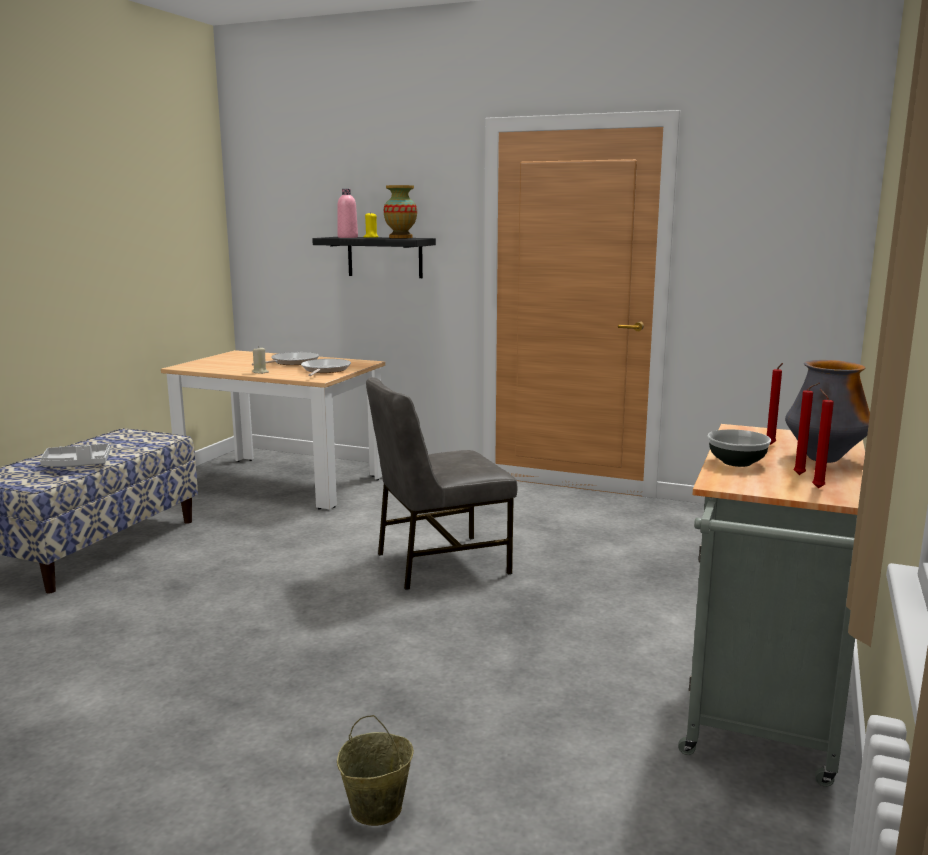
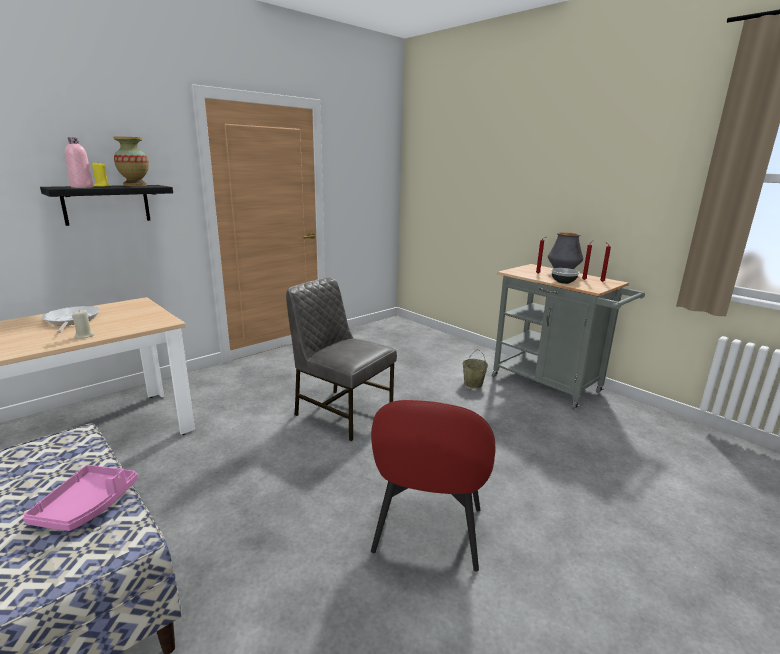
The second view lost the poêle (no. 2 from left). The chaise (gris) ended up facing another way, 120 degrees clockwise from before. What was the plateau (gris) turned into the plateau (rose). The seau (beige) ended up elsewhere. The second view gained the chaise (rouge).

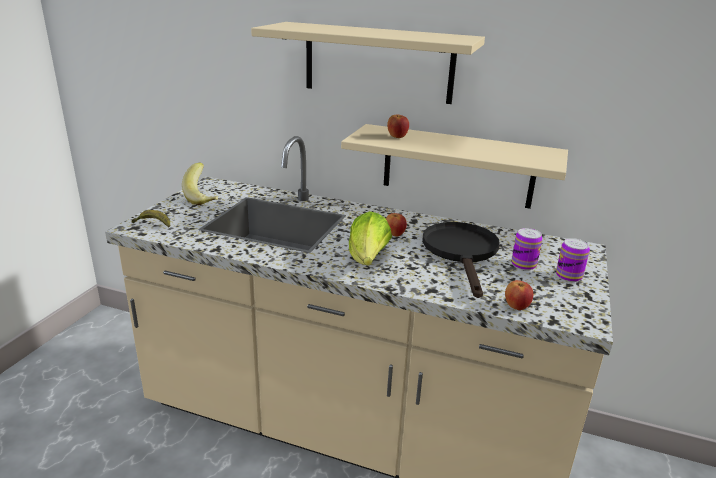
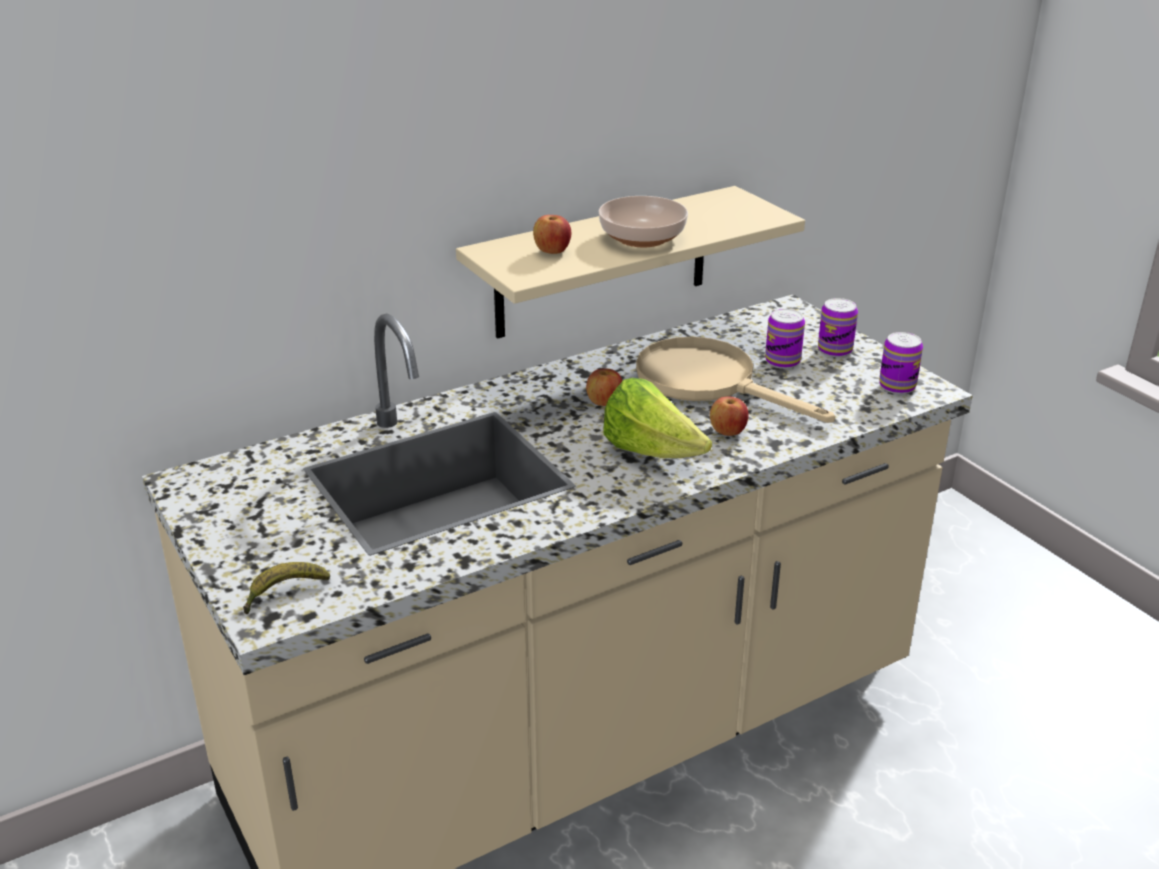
The second view lost the étagère (beige) (no. 1 from left). The second view lost the banane (no. 2 from left). What was the poêle (noir) turned into the poêle (beige). The pomme (no. 3 from left) ended up elsewhere. The second view gained the bol. The second view gained the boîte métallique (no. 3 from left).

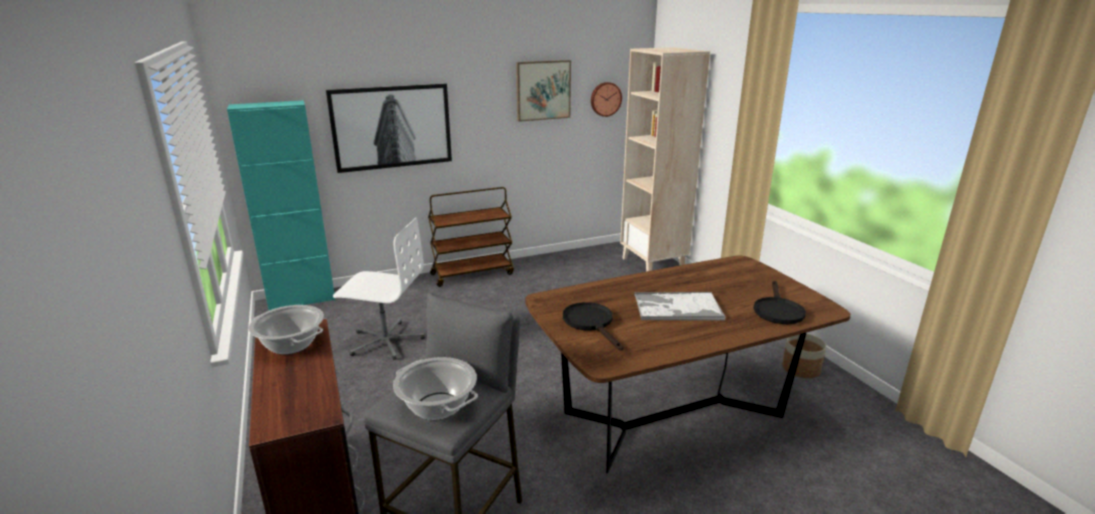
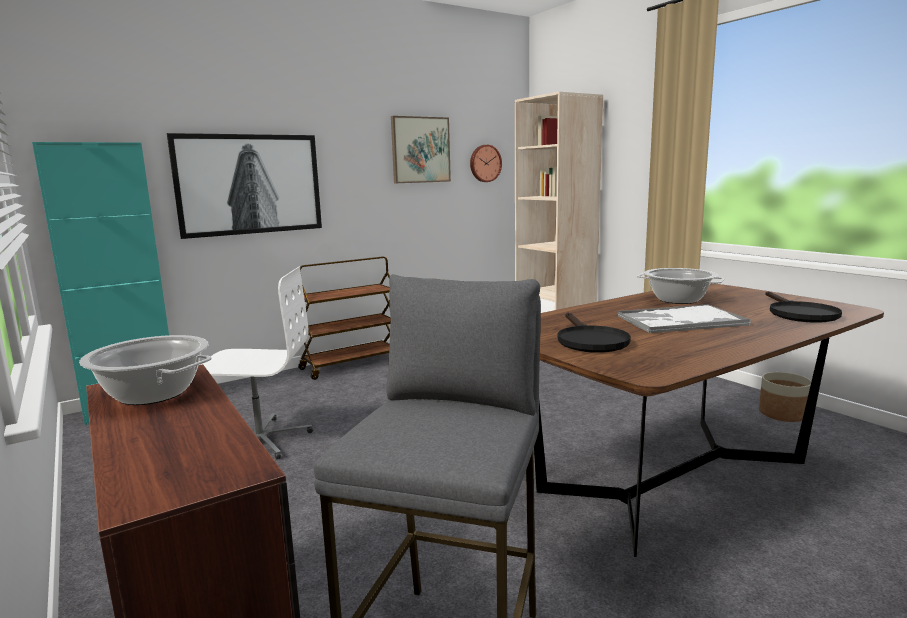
The poêle (noir) (no. 1 from left) ended up facing another way, 150 degrees counterclockwise from before. The marmite (no. 2 from left) ended up elsewhere.

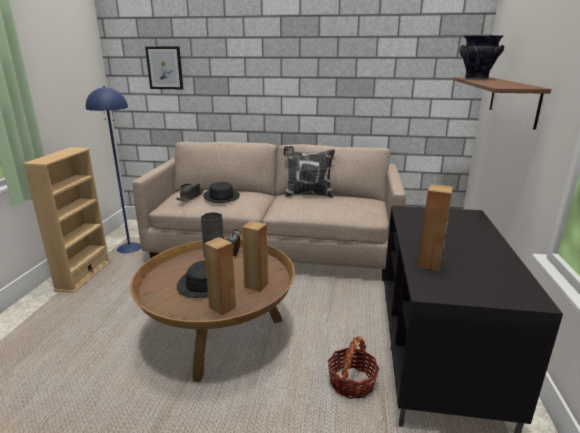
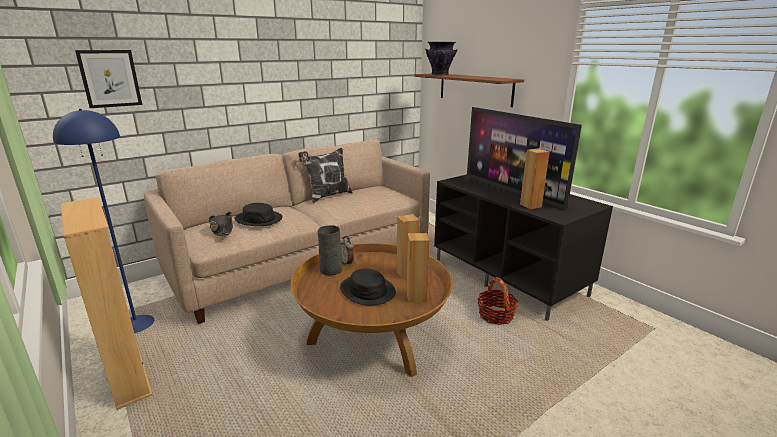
The second view gained the téléviseur.

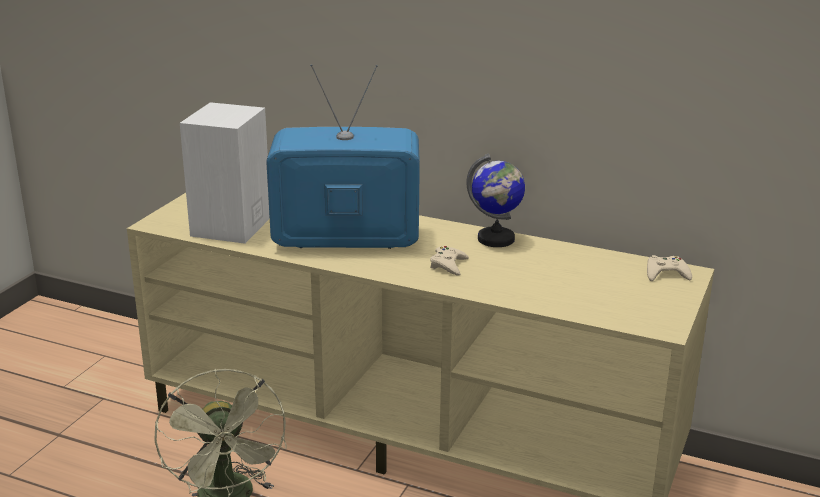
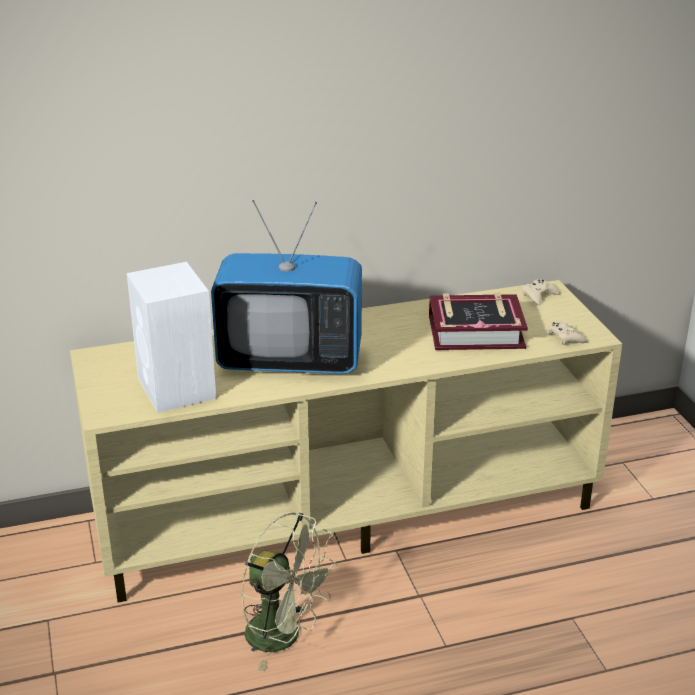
The téléviseur ended up facing another way, 135 degrees counterclockwise from before. The second view lost the globe. The manette (beige) (no. 1 from left in the first image) ended up elsewhere. The second view gained the livre.

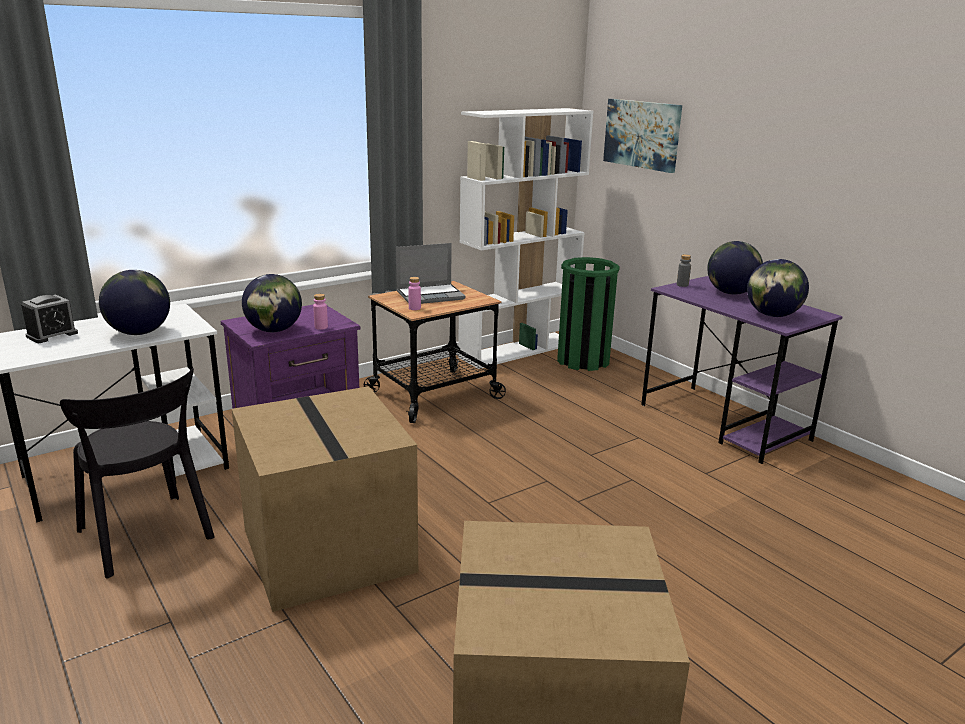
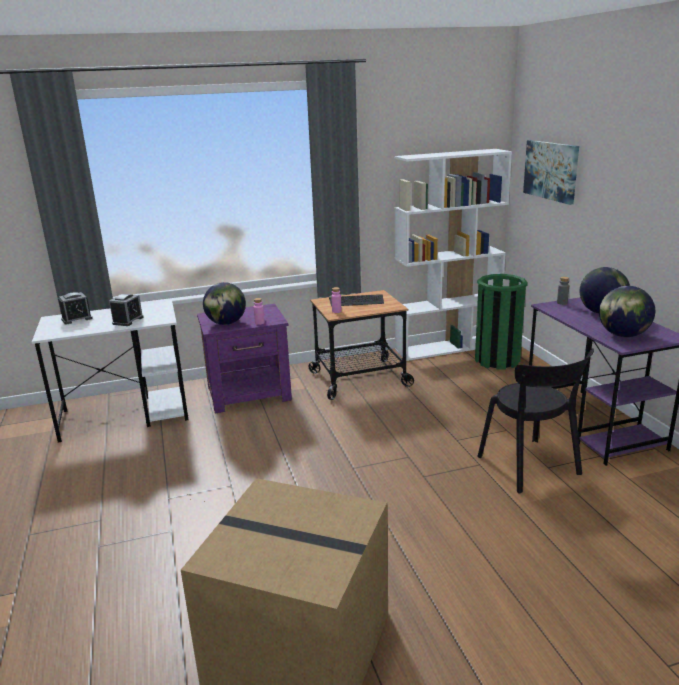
Where the ordinateur portable stood, the clavier came to stand. Where the globe (no. 1 from left) stood, the réveil (no. 2 from left) came to stand. The chaise (noir) ended up elsewhere. The second view lost the carton (no. 1 from left).

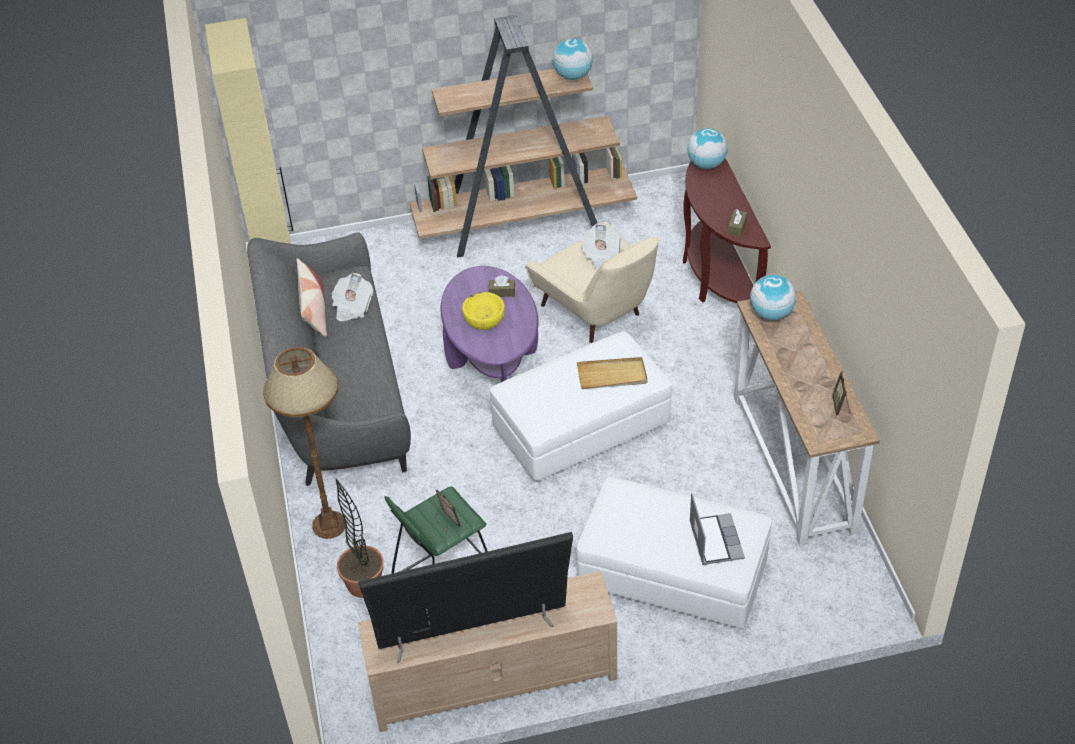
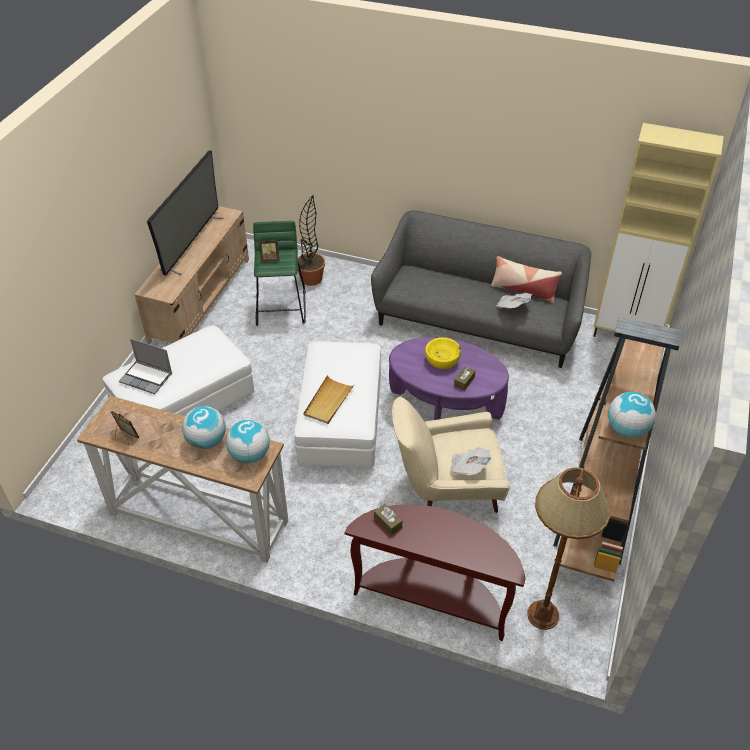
The globe (no. 2 from left in the first image) ended up elsewhere. The lampadaire (marron) ended up elsewhere.

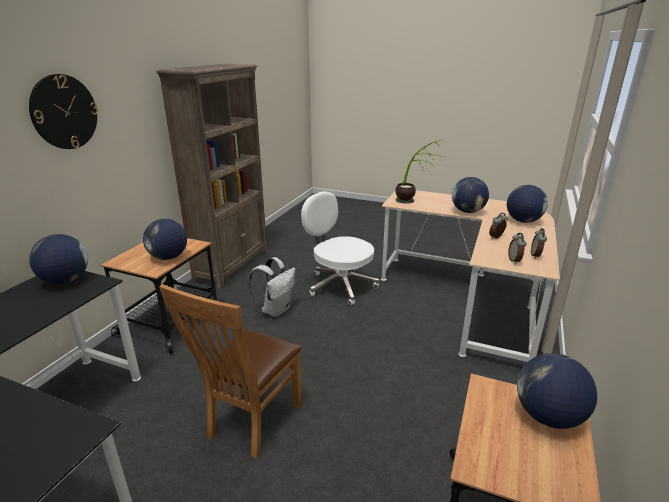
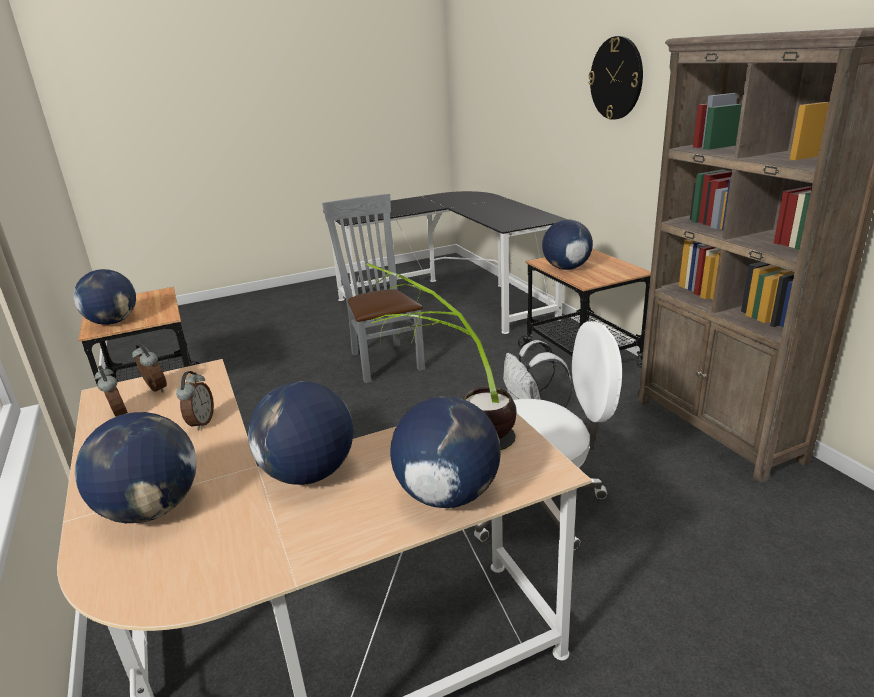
The globe (no. 1 from left in the first image) ended up elsewhere. What was the chaise (marron) turned into the chaise (gris).

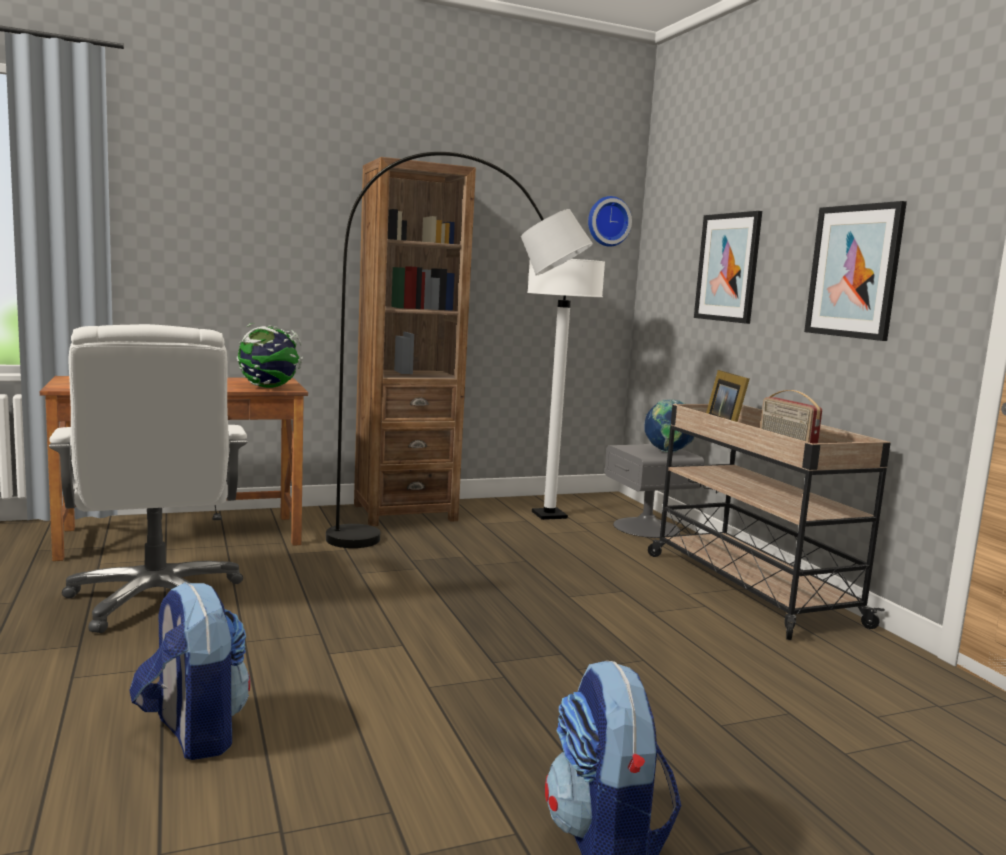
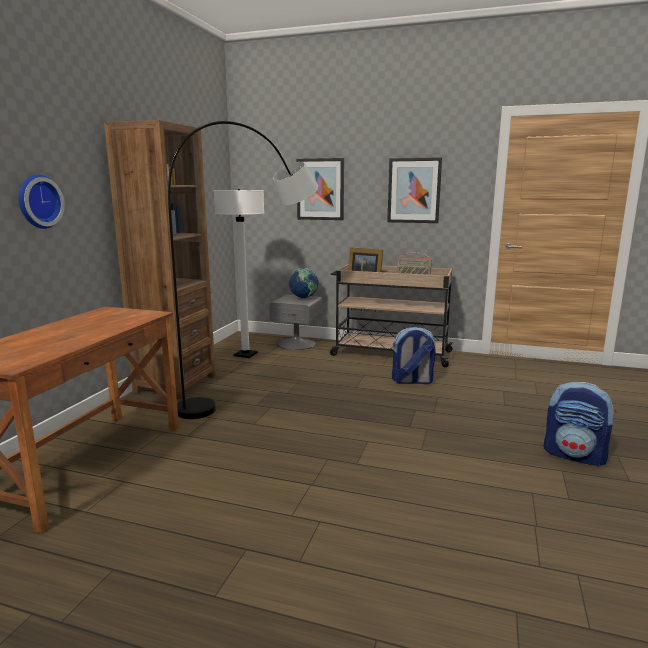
The horloge murale ended up elsewhere. The second view lost the globe (no. 1 from left). The second view lost the chaise de bureau (blanc). The sac à dos (no. 1 from left) ended up elsewhere.

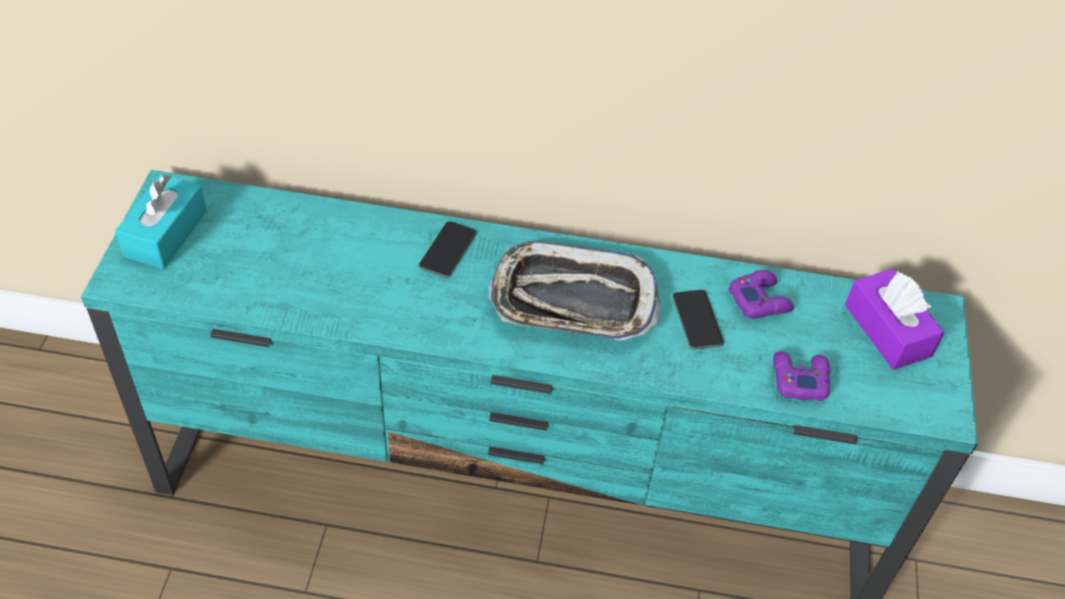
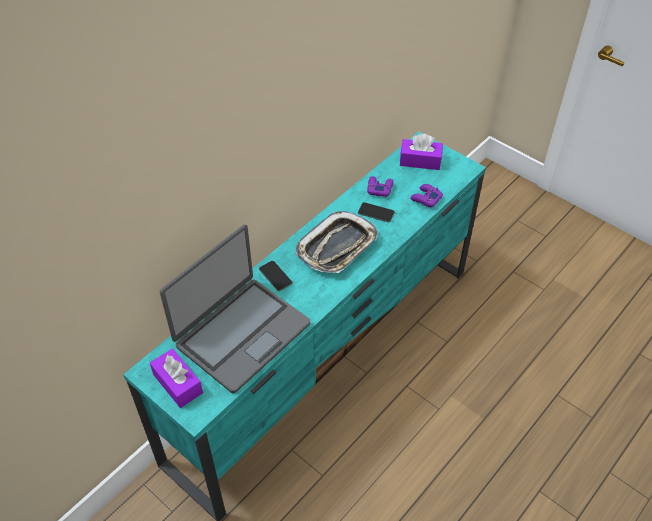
What was the boîte à mouchoirs (turquoise) turned into the boîte à mouchoirs (violet) (no. 1 from left). The second view gained the ordinateur portable.

